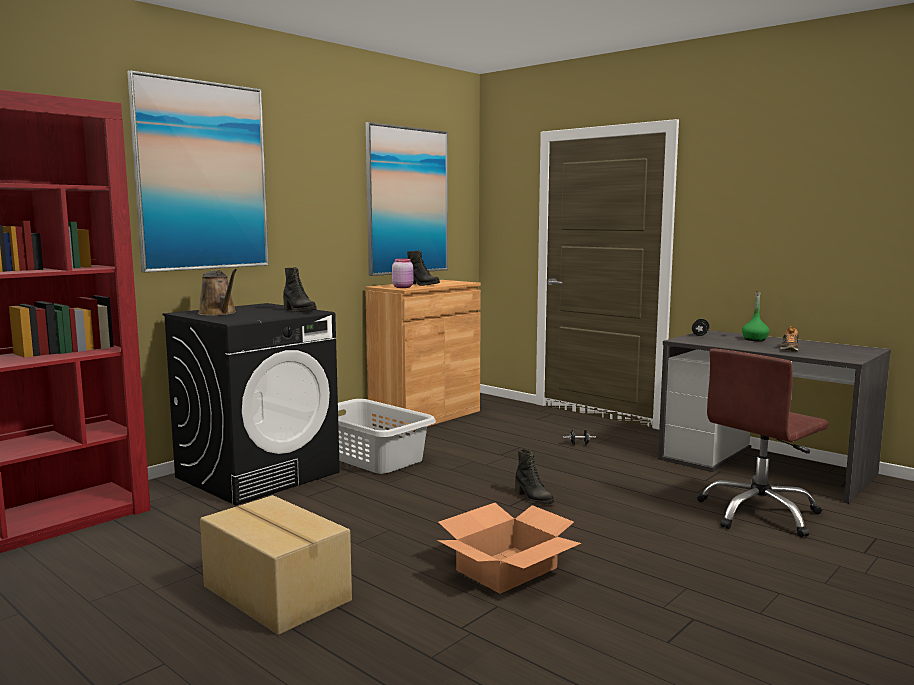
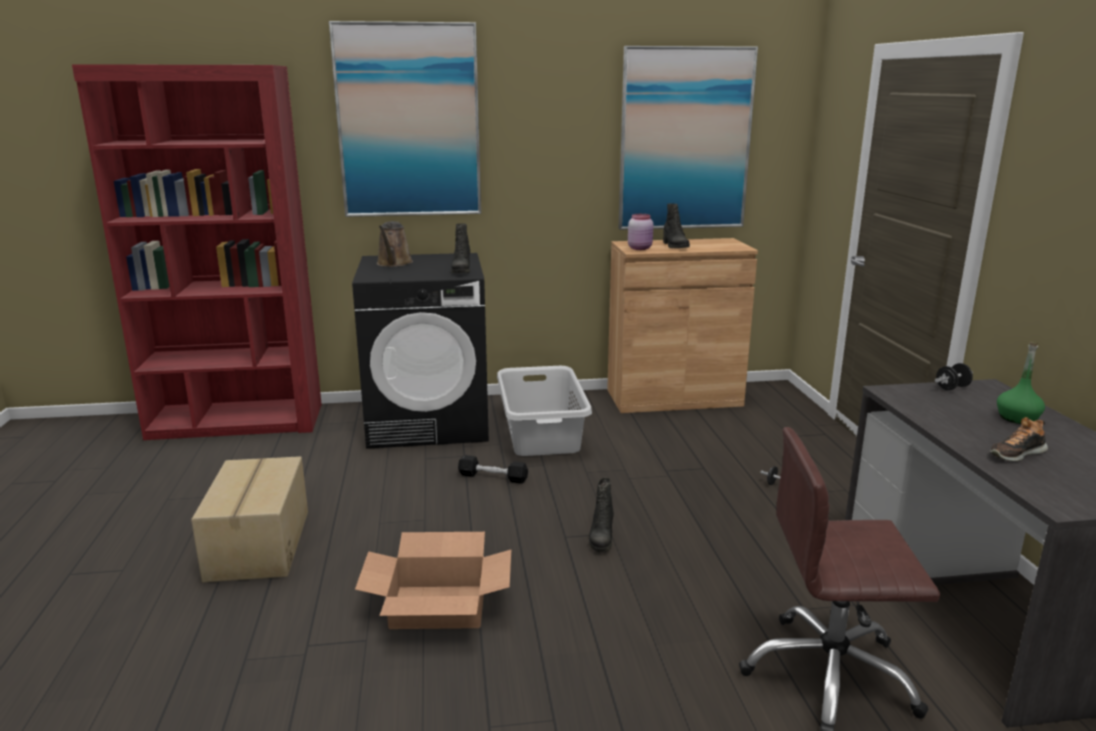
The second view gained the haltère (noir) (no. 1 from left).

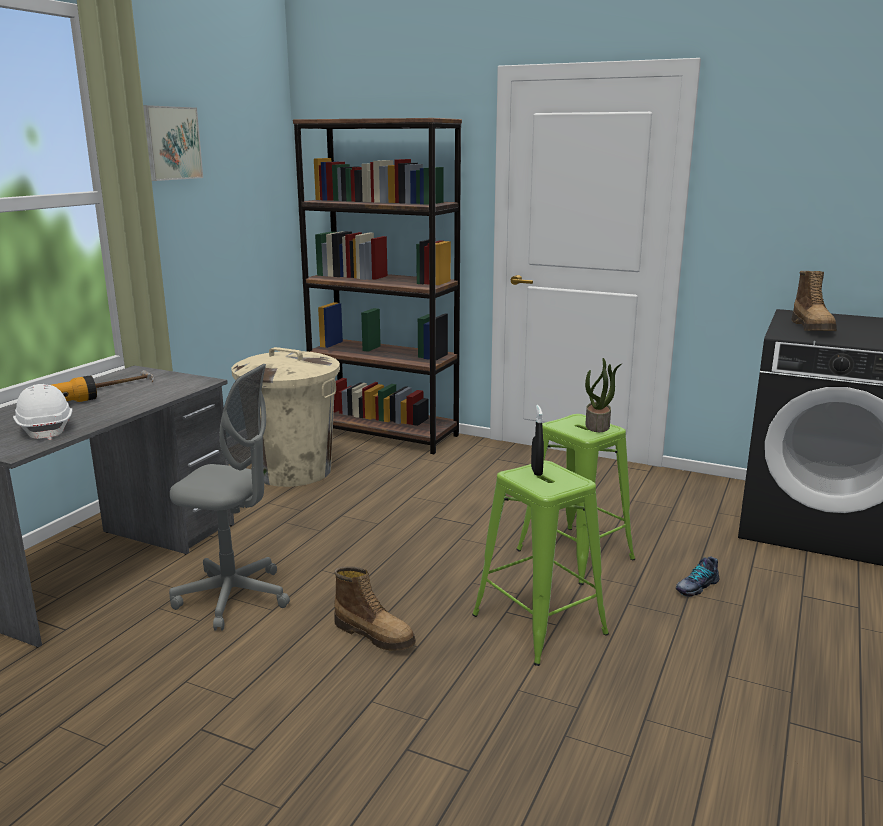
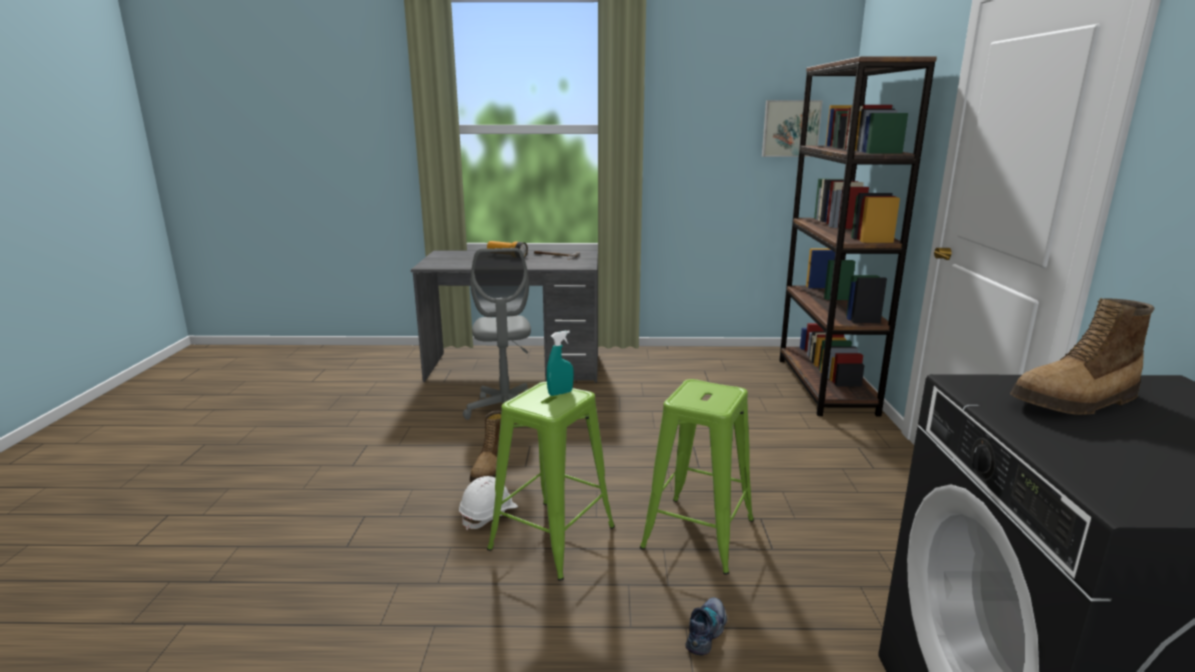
The tableau ended up elsewhere. The second view lost the poubelle (beige). The second view lost the plante en pot. The casque de chantier (blanc) ended up elsewhere. What was the vaporisateur (noir) turned into the vaporisateur (turquoise). The chaussure ended up facing another way, 90 degrees clockwise from before.

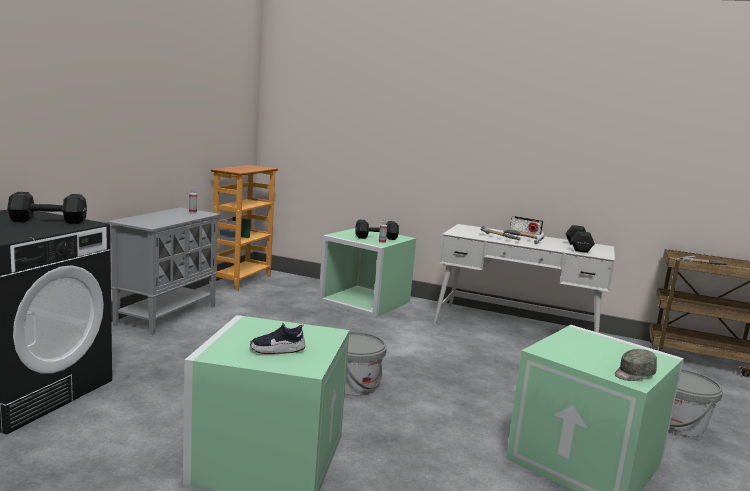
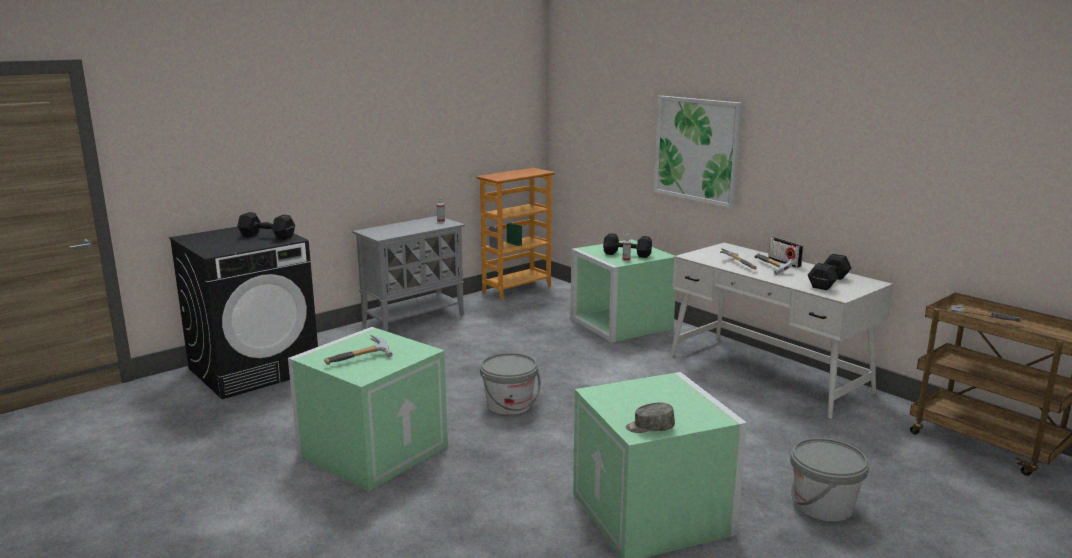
Where the chaussure stood, the marteau (no. 1 from left) came to stand. The second view gained the tableau.

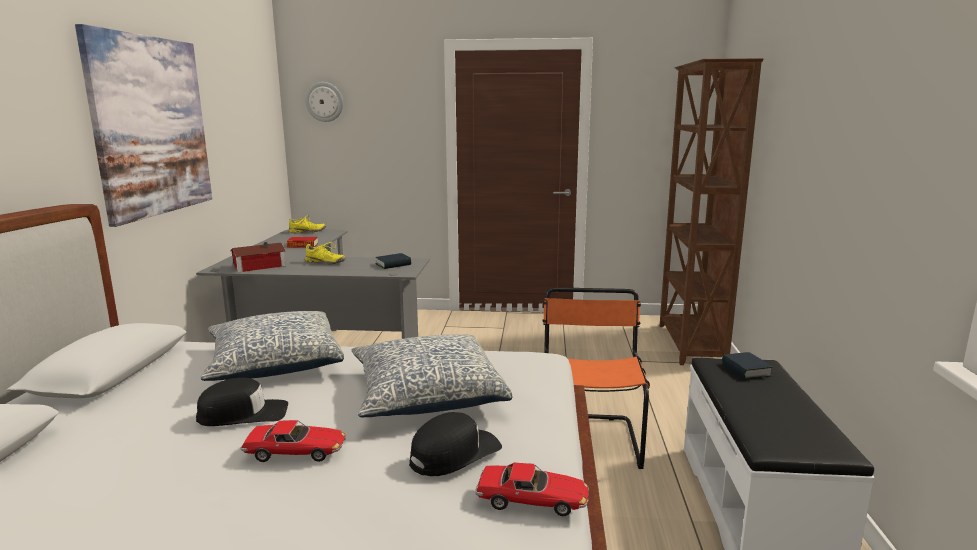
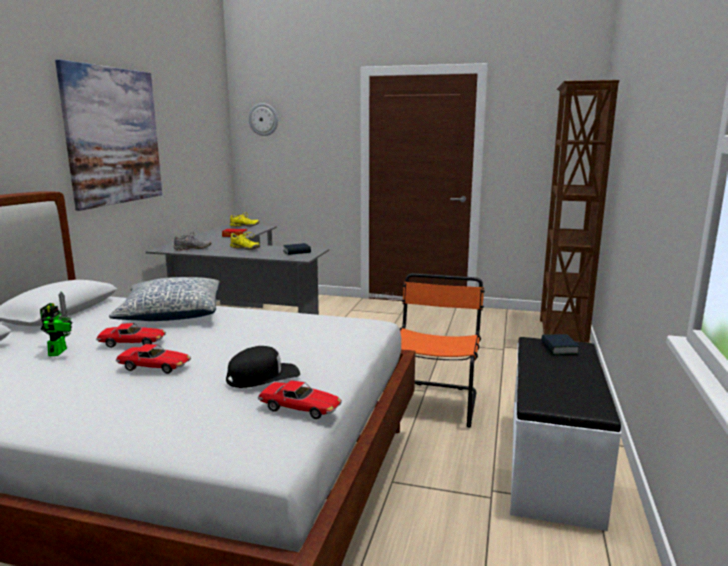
Where the maison miniature stood, the chaussure (gris) came to stand. The second view lost the coussin (no. 2 from left). Where the casquette (noir) (no. 1 from left) stood, the petite voiture (no. 1 from left) came to stand. The second view gained the robot jouet.

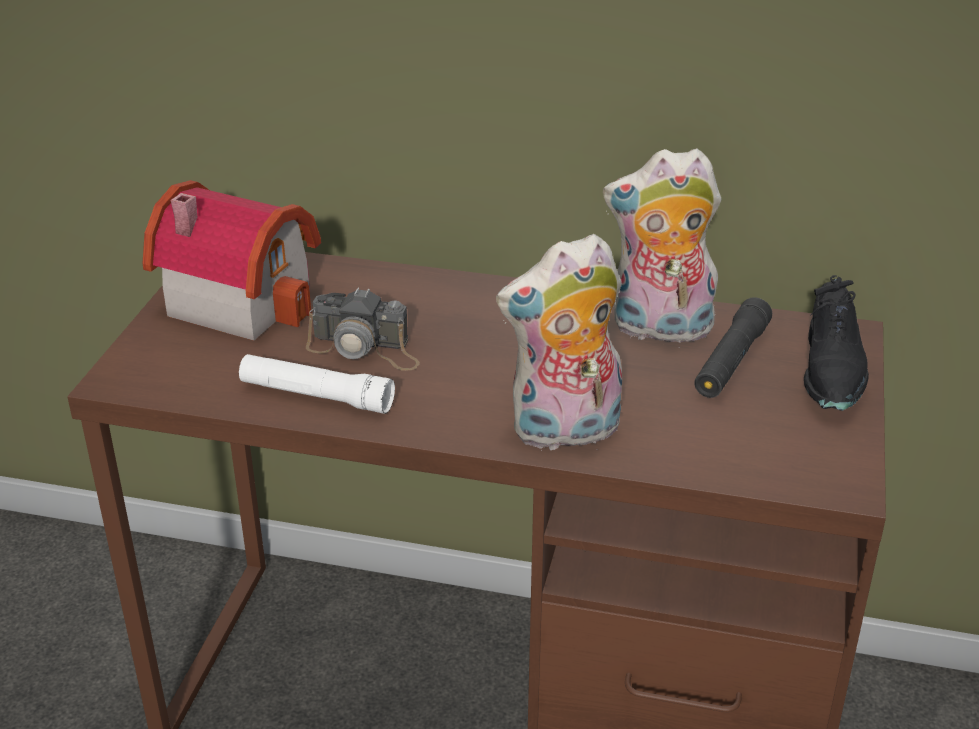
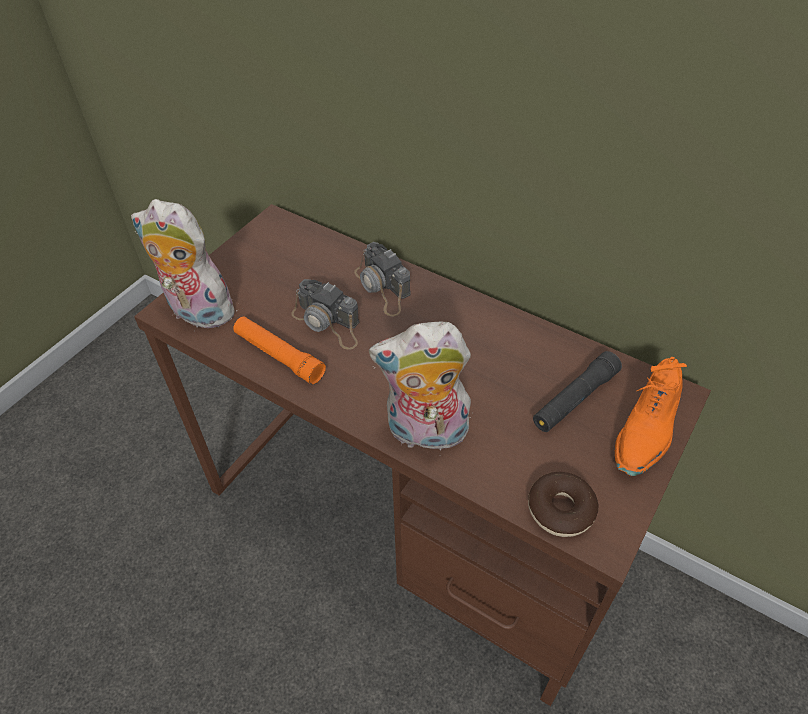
The peluche (no. 2 from left in the first image) ended up elsewhere. The second view lost the maison miniature. What was the chaussure (noir) turned into the chaussure (orange). What was the lampe de poche (blanc) turned into the lampe de poche (orange). The second view gained the appareil photo (no. 2 from left). The second view gained the beignet.

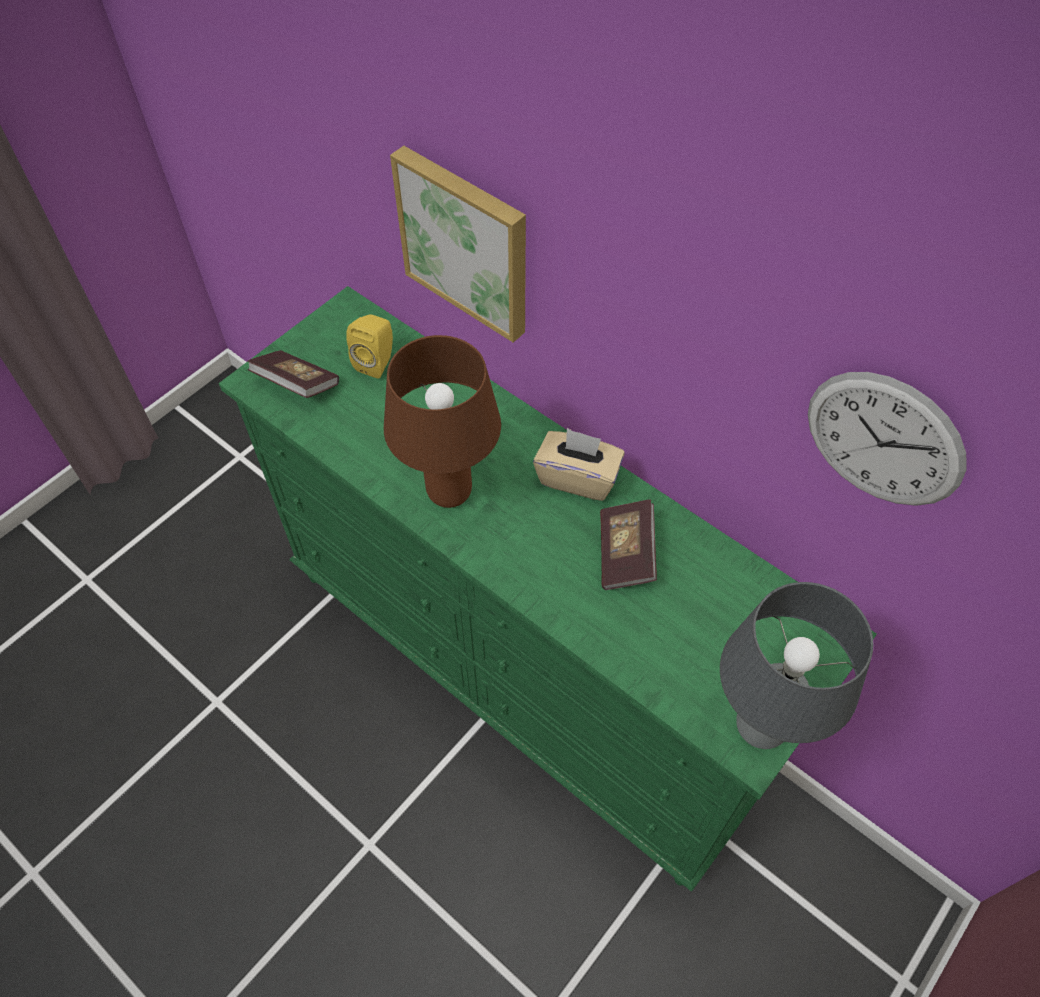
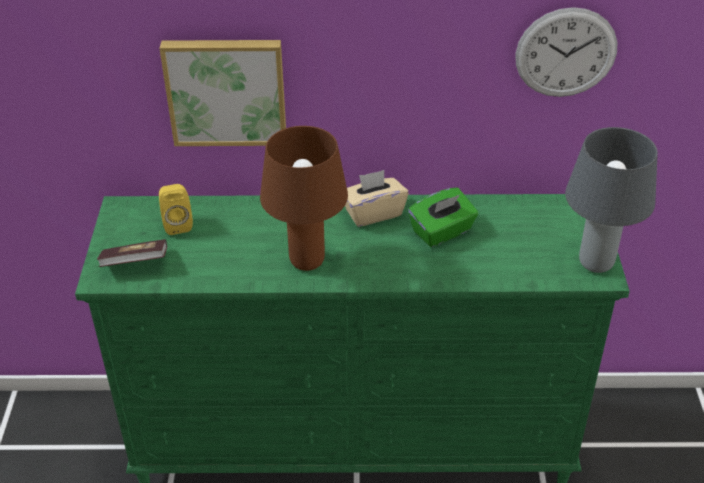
Where the livre (no. 2 from left) stood, the boîte à mouchoirs (vert) came to stand.

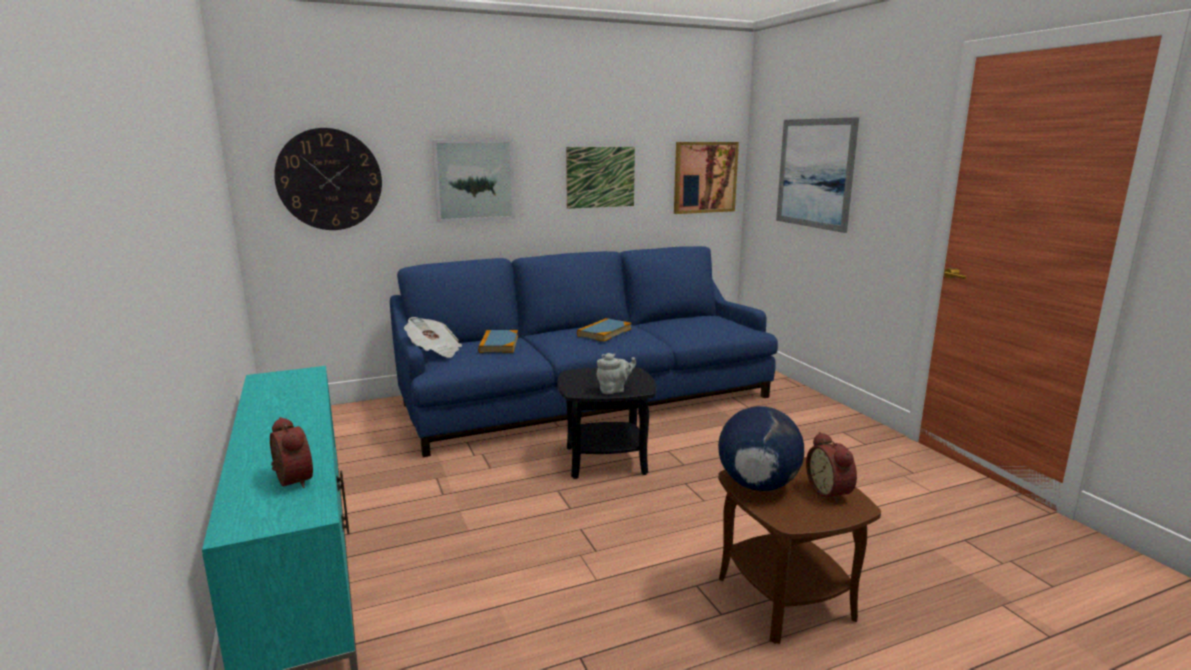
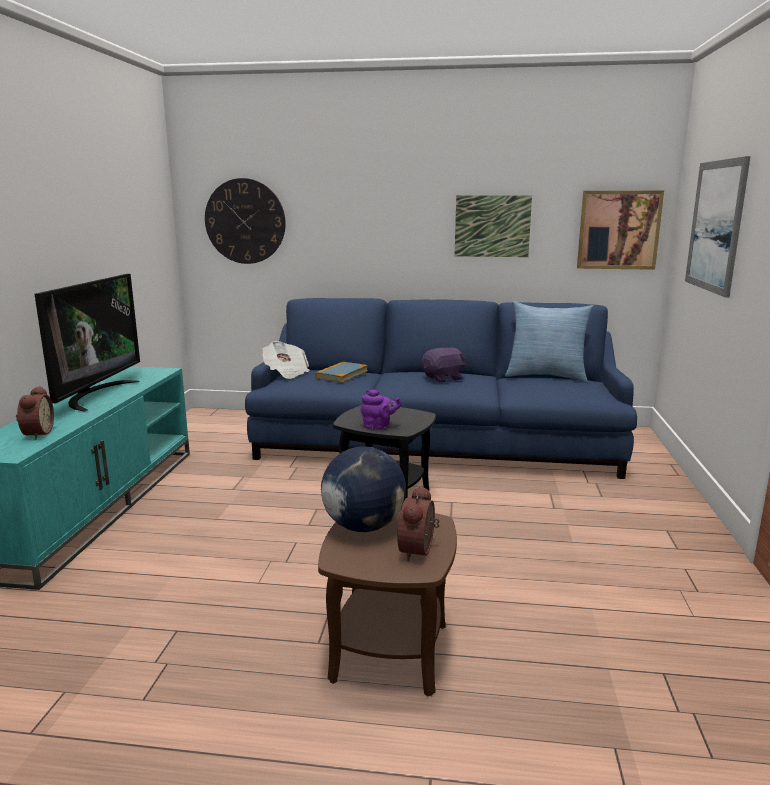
The second view lost the tableau (no. 1 from left). Where the livre (no. 2 from left) stood, the peluche (violet) came to stand. What was the théière (gris) turned into the théière (violet). The second view gained the téléviseur. The second view gained the coussin.

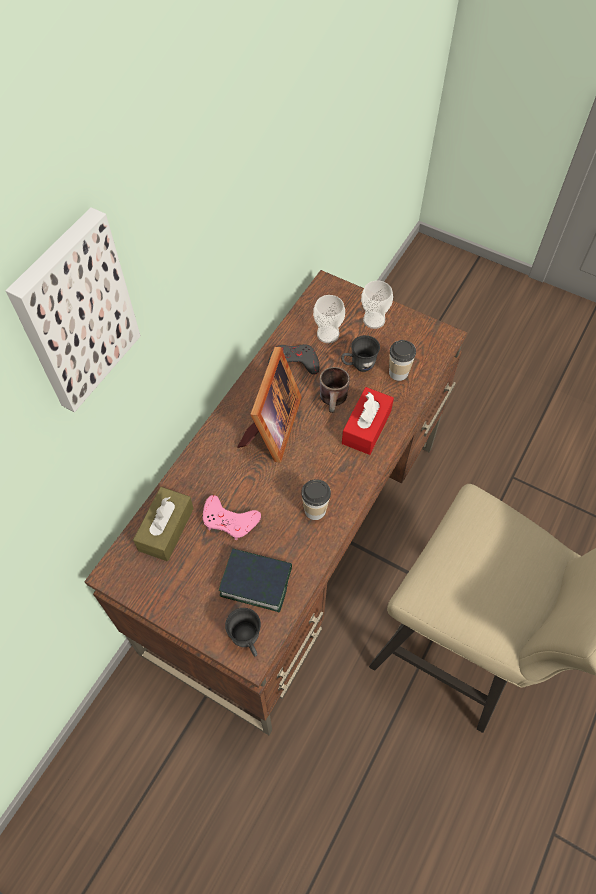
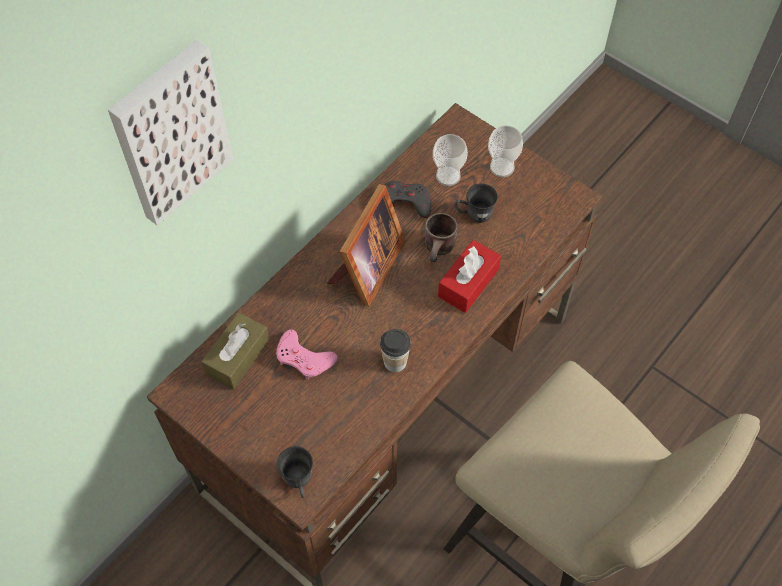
The second view lost the tasse (no. 4 from left). The second view lost the livre.

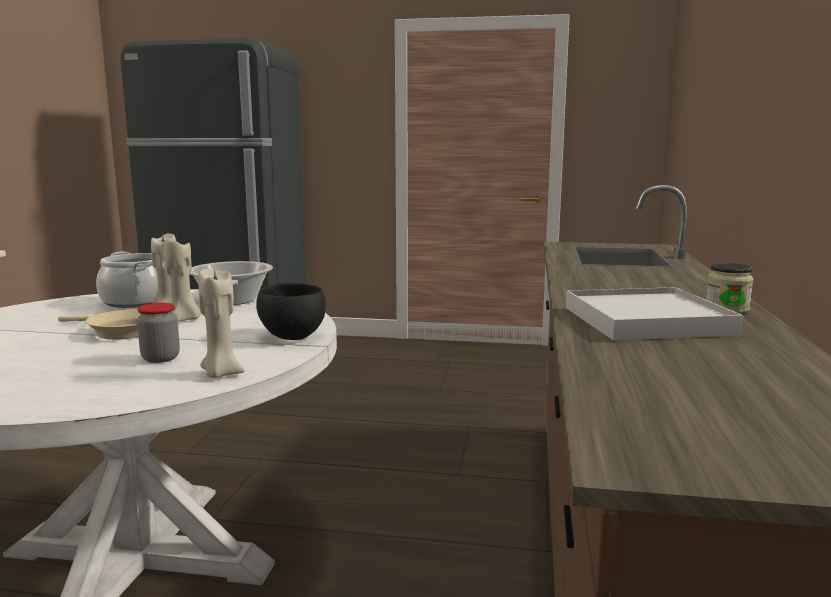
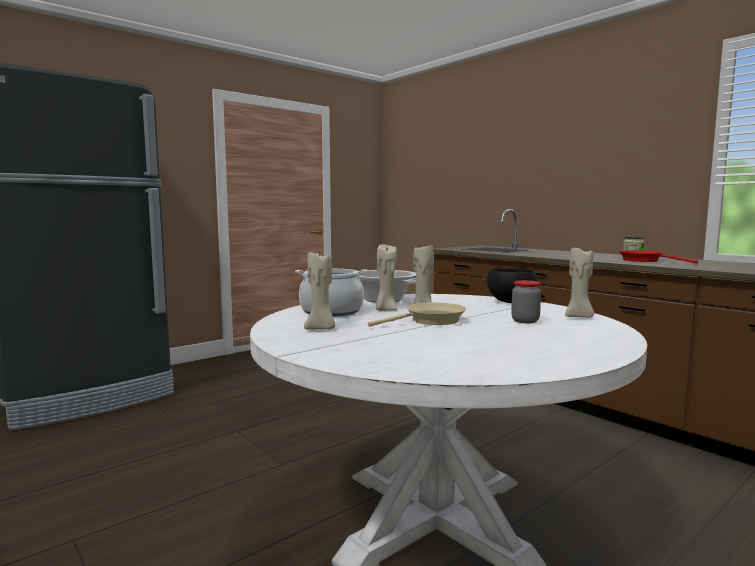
Where the plateau (blanc) stood, the poêle (rouge) came to stand. The second view gained the bougie (beige) (no. 1 from left).

